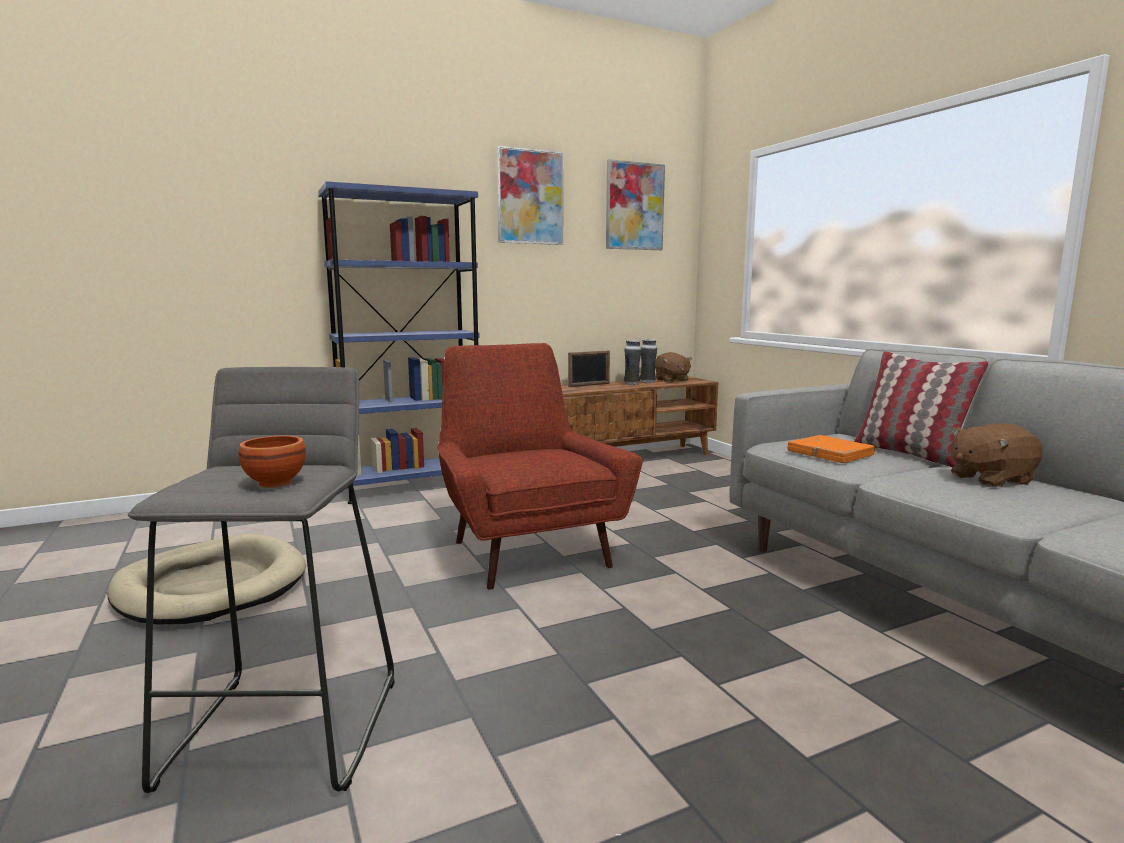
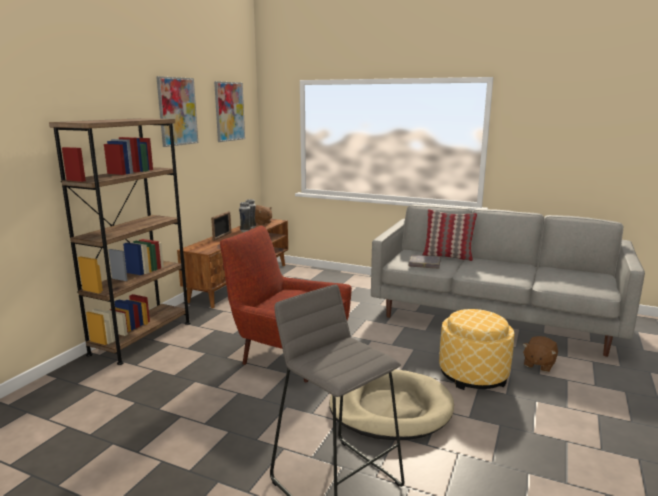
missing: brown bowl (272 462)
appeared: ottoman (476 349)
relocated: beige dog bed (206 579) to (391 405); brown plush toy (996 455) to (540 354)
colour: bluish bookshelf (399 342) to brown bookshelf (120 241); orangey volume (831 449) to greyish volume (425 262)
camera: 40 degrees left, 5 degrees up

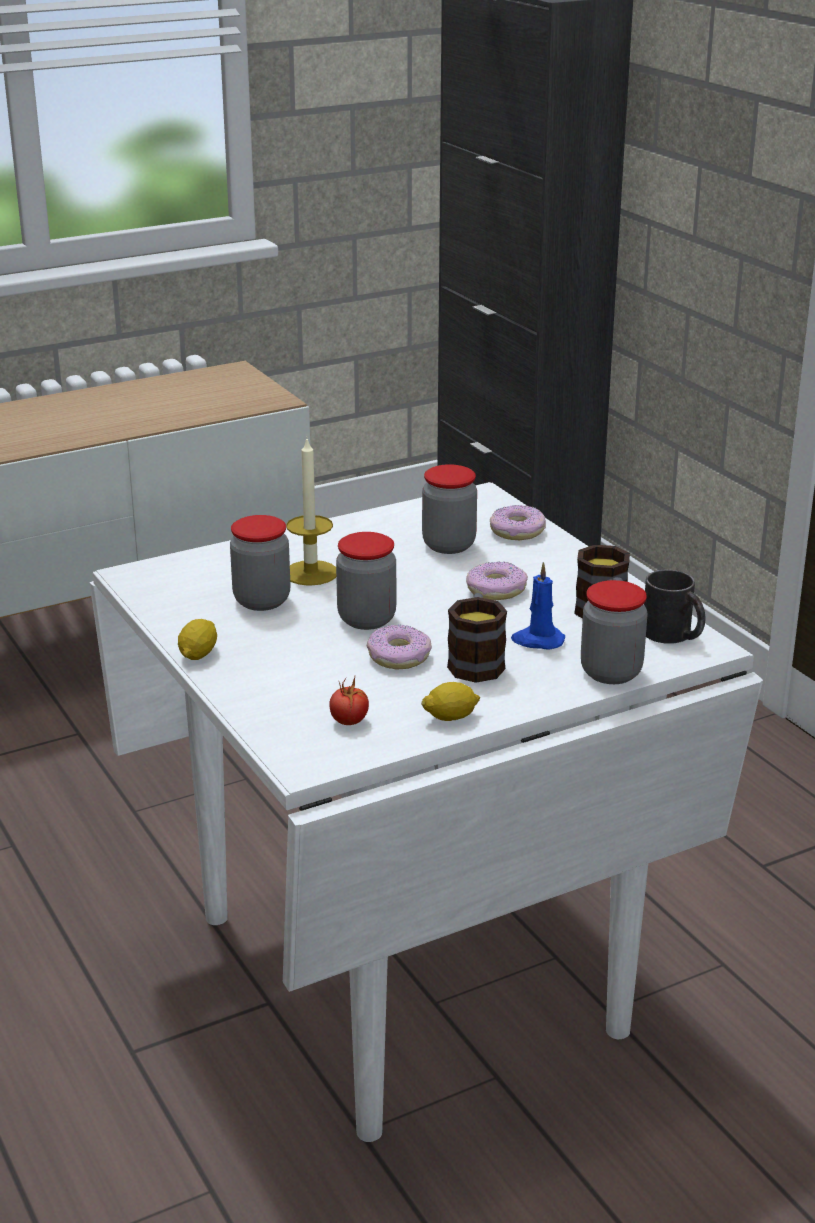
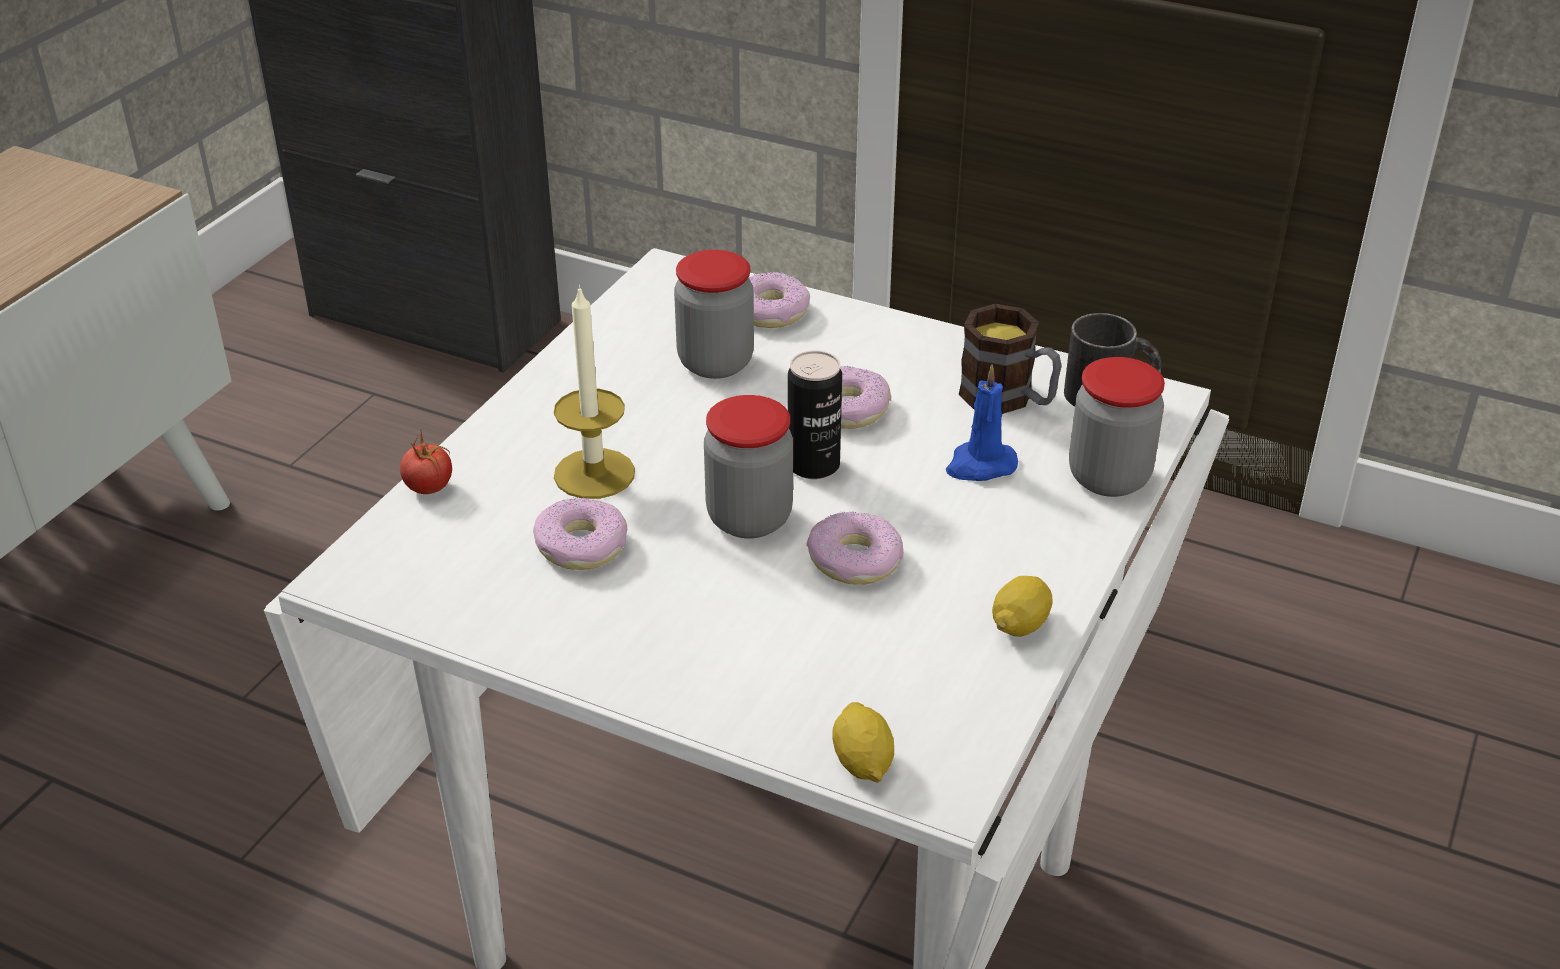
missing: coffee mug (477 638)
appeared: sealed can (815 415)
relocated: whole tomato (349 701) to (426 461); lemon (197 639) to (863 742)
exchanged: preserve jar (260 563) to doughnut (580 533)
camera: 35 degrees left, 10 degrees up

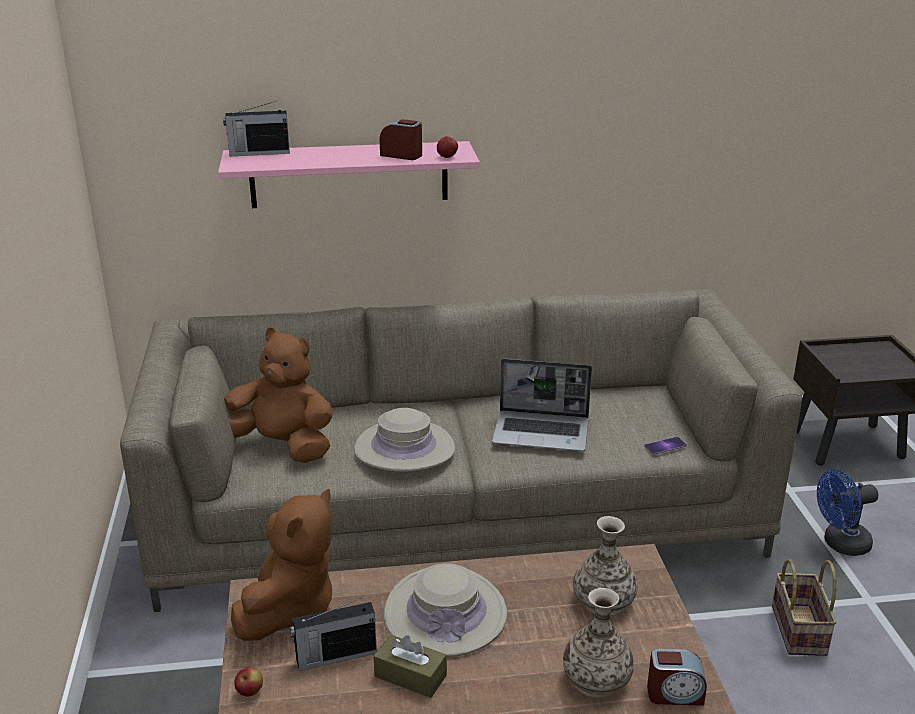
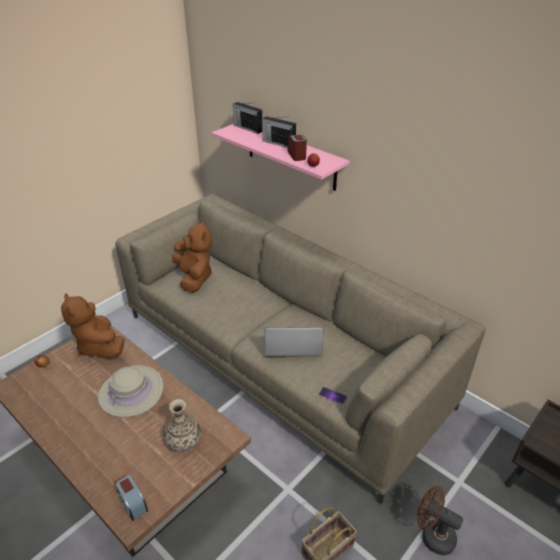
missing: beige hat (404 439); brown tissue holder (410 666); vase (598 643)
relocated: radio (333 634) to (279 132)
colour: bluish electric fan (847 512) to brown electric fan (440 520)
spun: brown plush toy (281 565) = (92 325) 75 degrees clockwise; portable computer (542 405) = (294 342) 120 degrees clockwise
camera: 50 degrees right, 10 degrees up

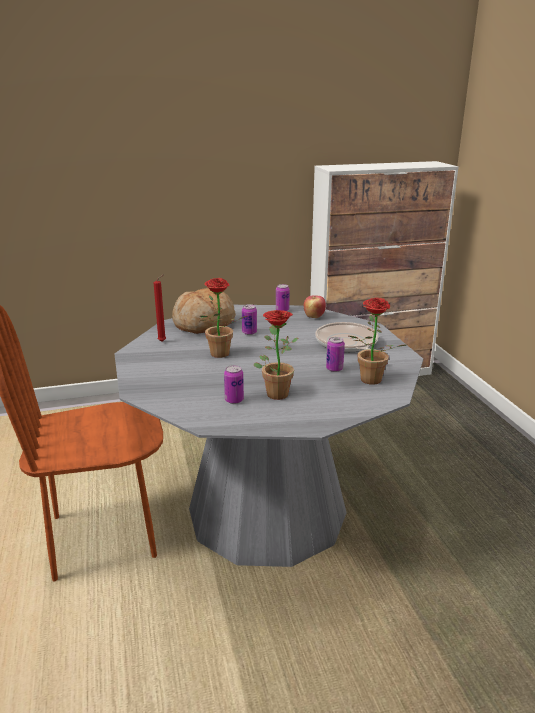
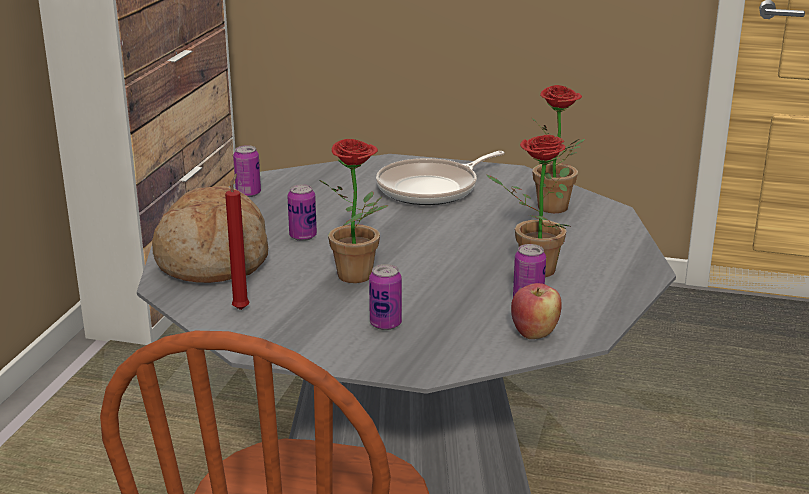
relocated: sealed can (335 354) to (385 297); apple (315 306) to (536 311)
spun: pan (346 337) = (440 178) 45 degrees counterclockwise
camera: 60 degrees left, 0 degrees up

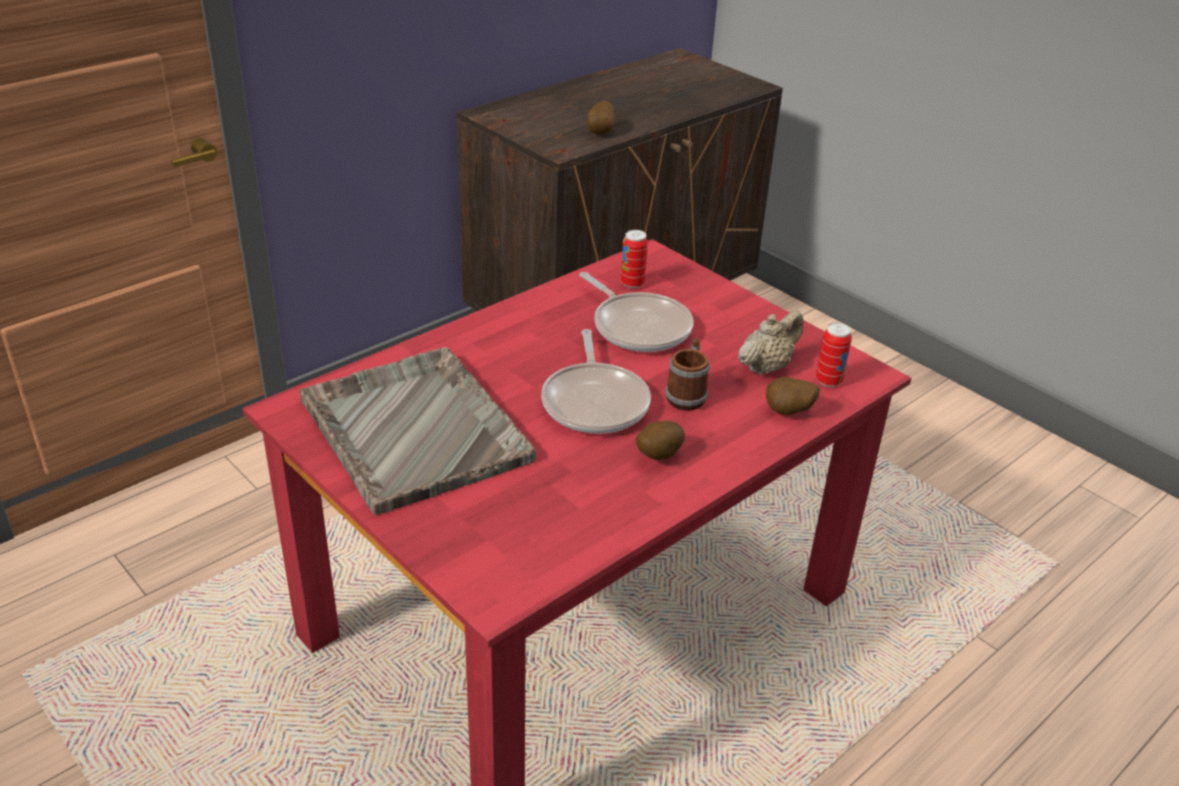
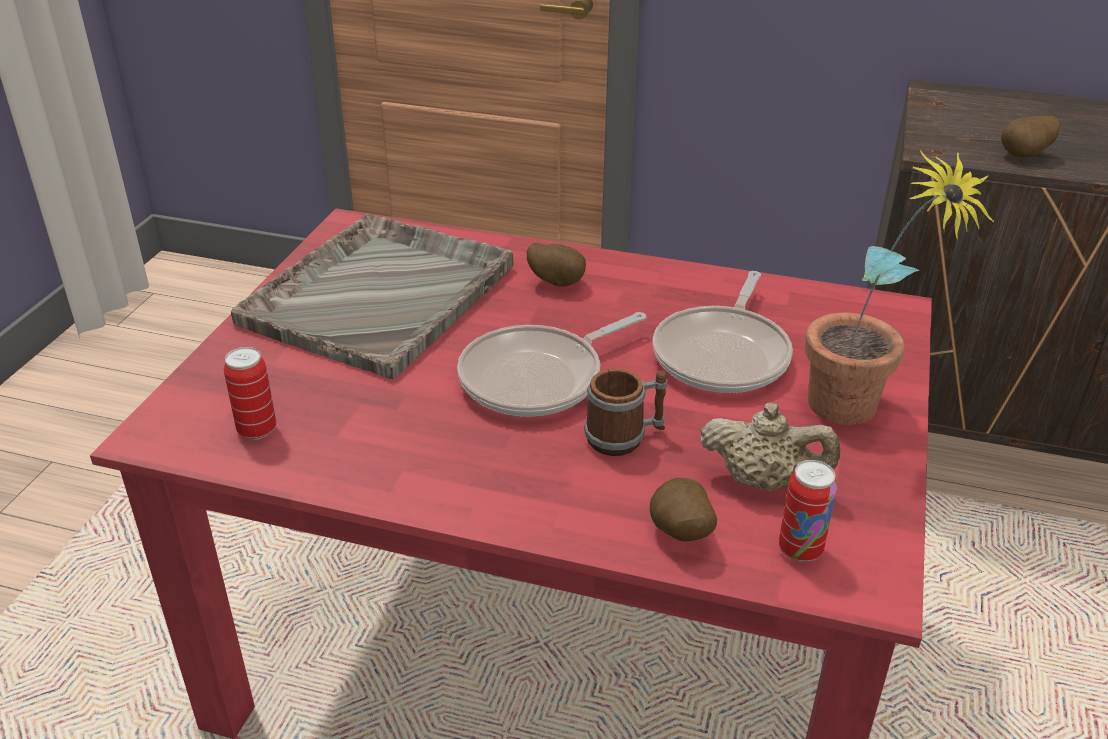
appeared: houseplant (899 287)
relocated: sealed can (634 259) to (250 393); potato (660 440) to (556 265)
camera: 60 degrees right, 0 degrees up

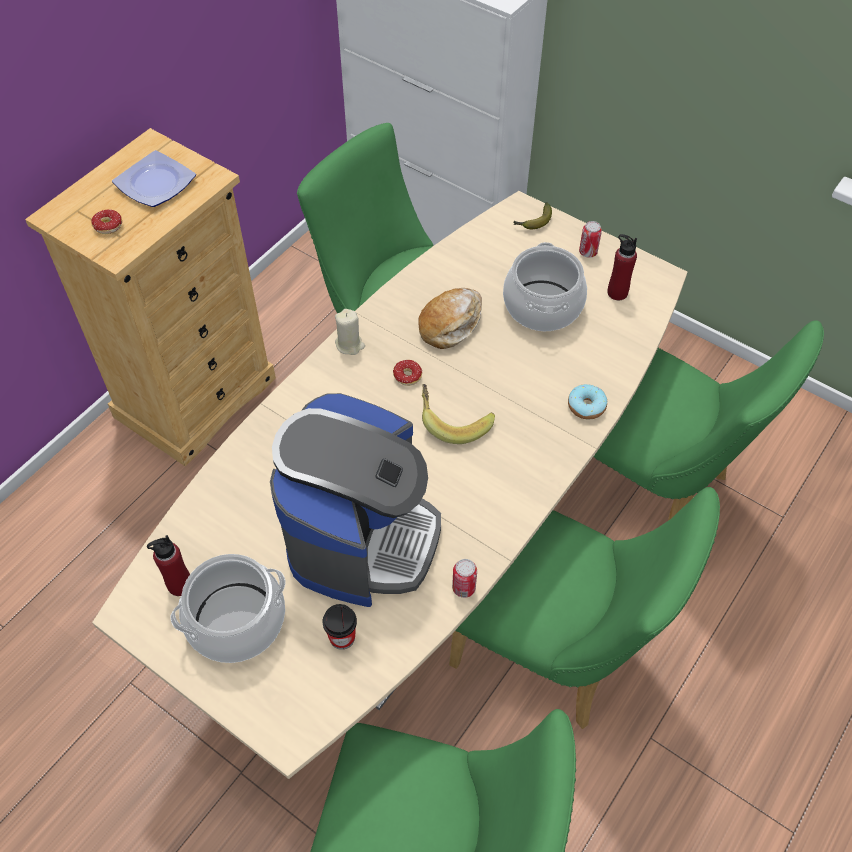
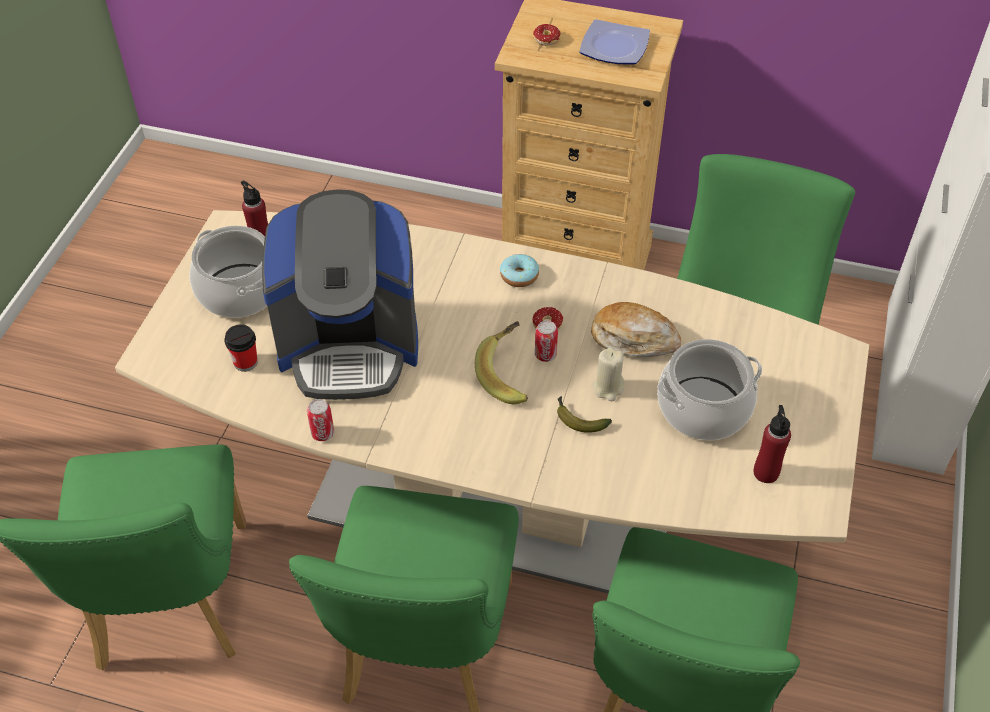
relocated: doughnut (587 401) to (519 270); sealed can (590 239) to (546 341); whole banana (532 215) to (584 414); beige wax light (350 332) to (608 374)
camera: 70 degrees right, 5 degrees down

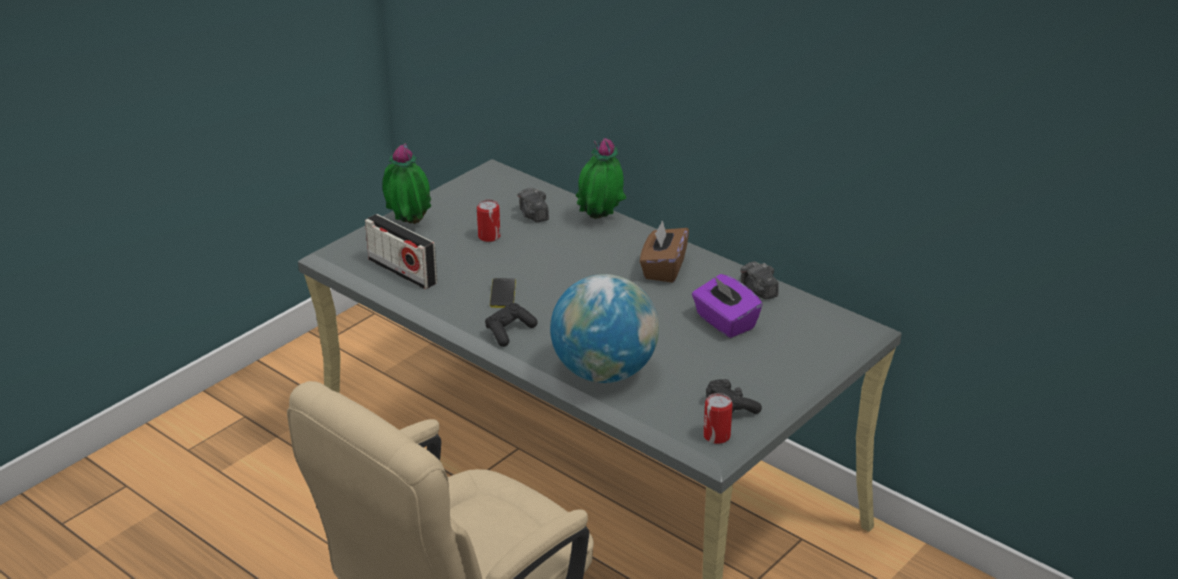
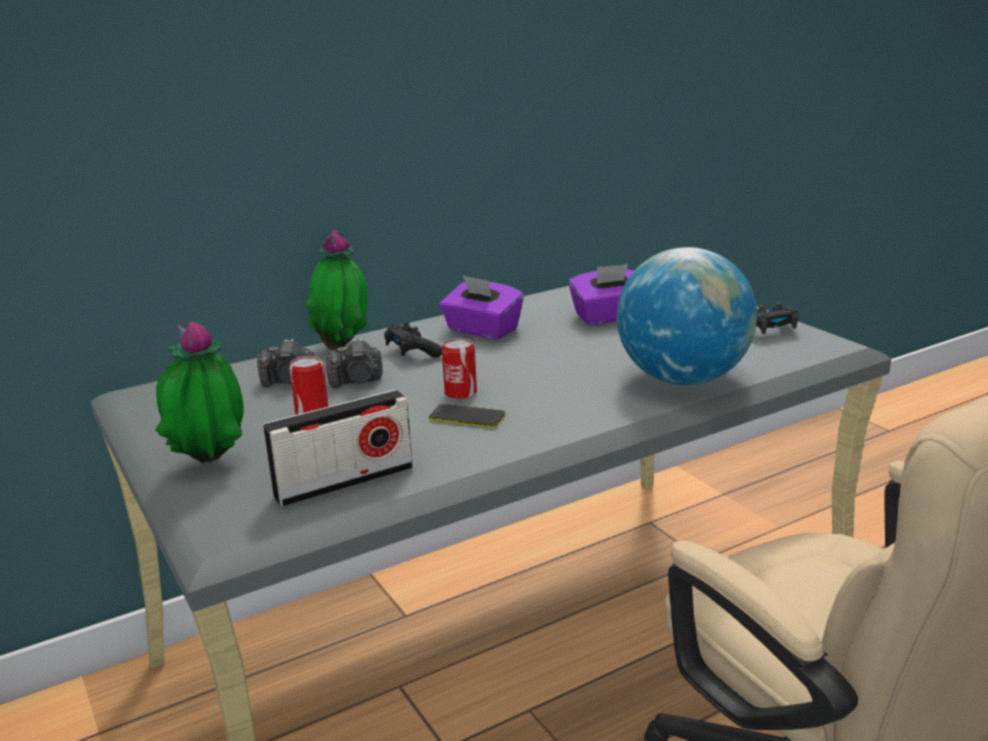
relocated: photo camera (759 280) to (354 363); black gamepad (511 325) to (413 339); sealed can (718 418) to (459 368)
colour: brown tissue holder (664 251) to purplish tissue holder (482 307)
camera: 70 degrees left, 10 degrees down

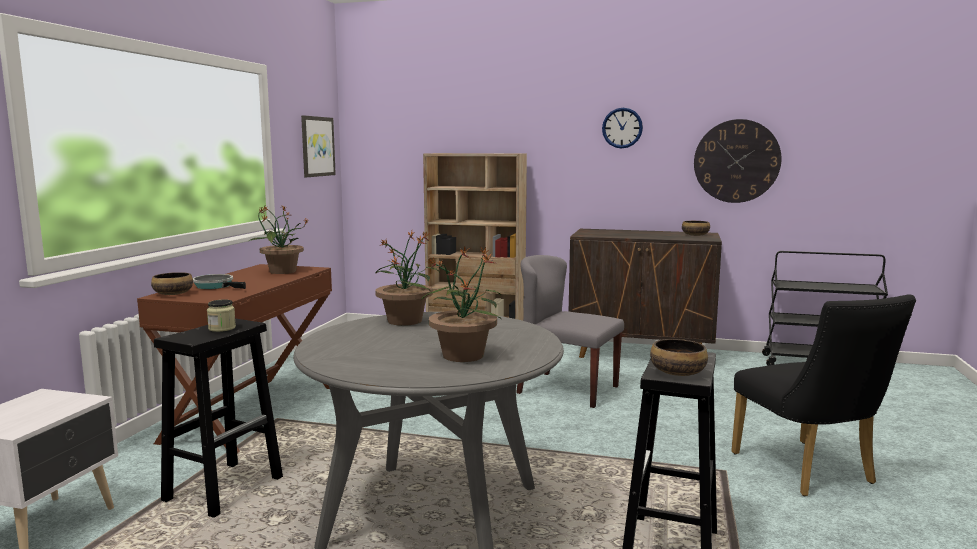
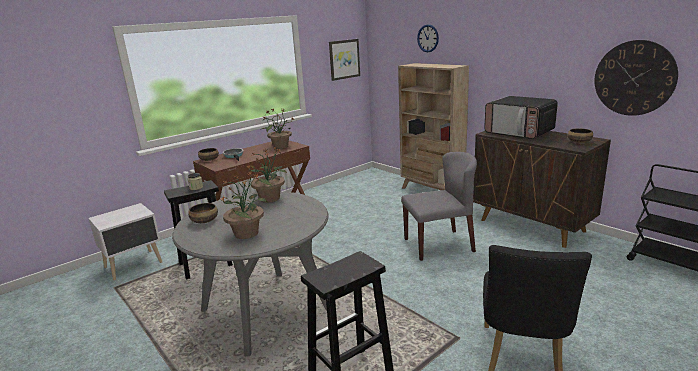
appeared: microwave (521 117)
relocated: bowl (679 357) to (203 213); hanging clock (622 128) to (428 38)
spun: greyish plain chair (570 331) = (439 206) 105 degrees clockwise
camera: 35 degrees right, 10 degrees up

